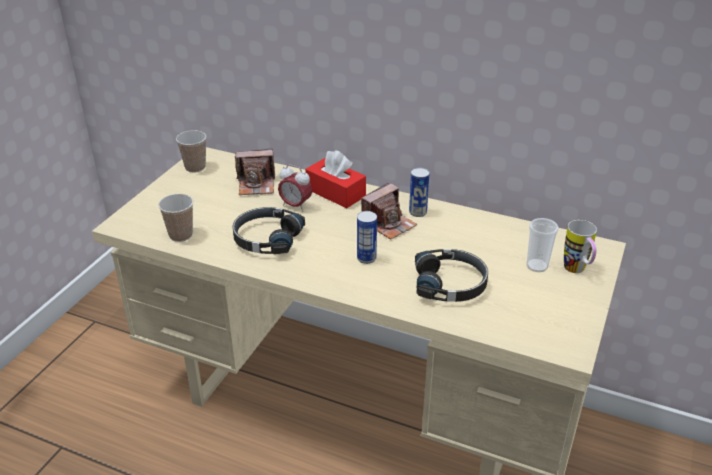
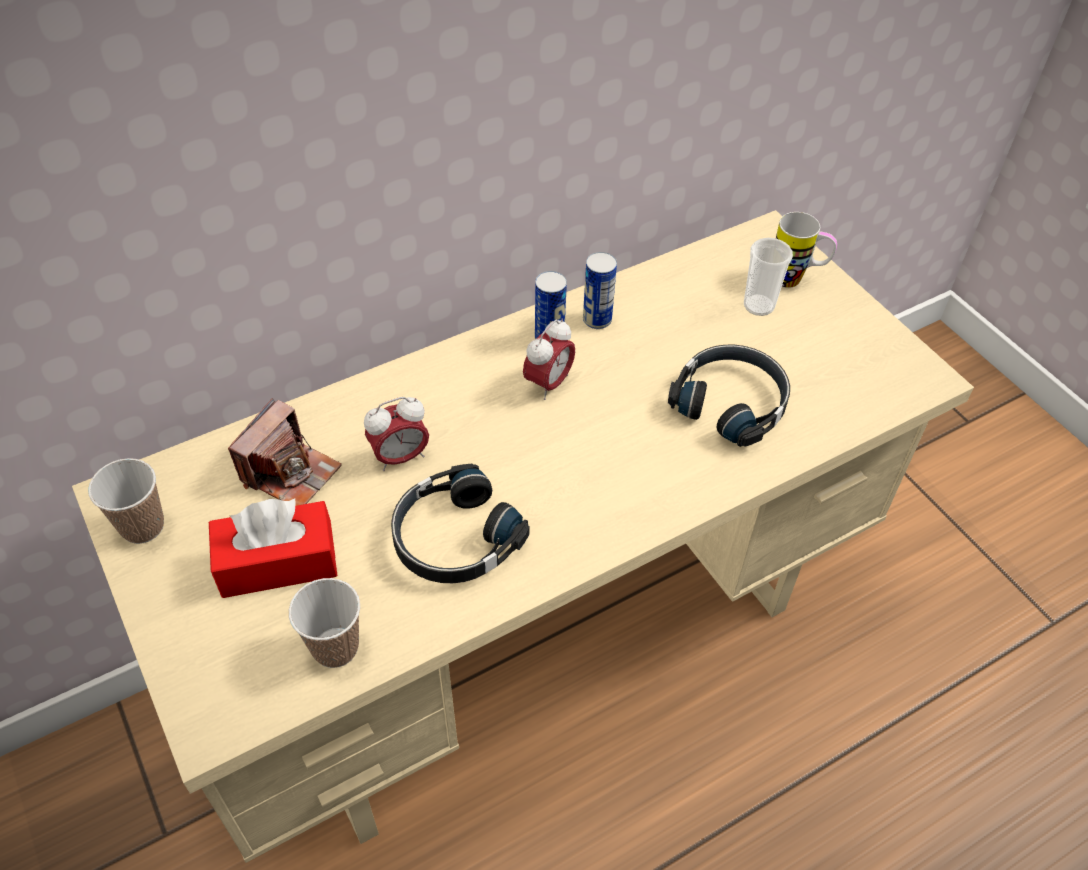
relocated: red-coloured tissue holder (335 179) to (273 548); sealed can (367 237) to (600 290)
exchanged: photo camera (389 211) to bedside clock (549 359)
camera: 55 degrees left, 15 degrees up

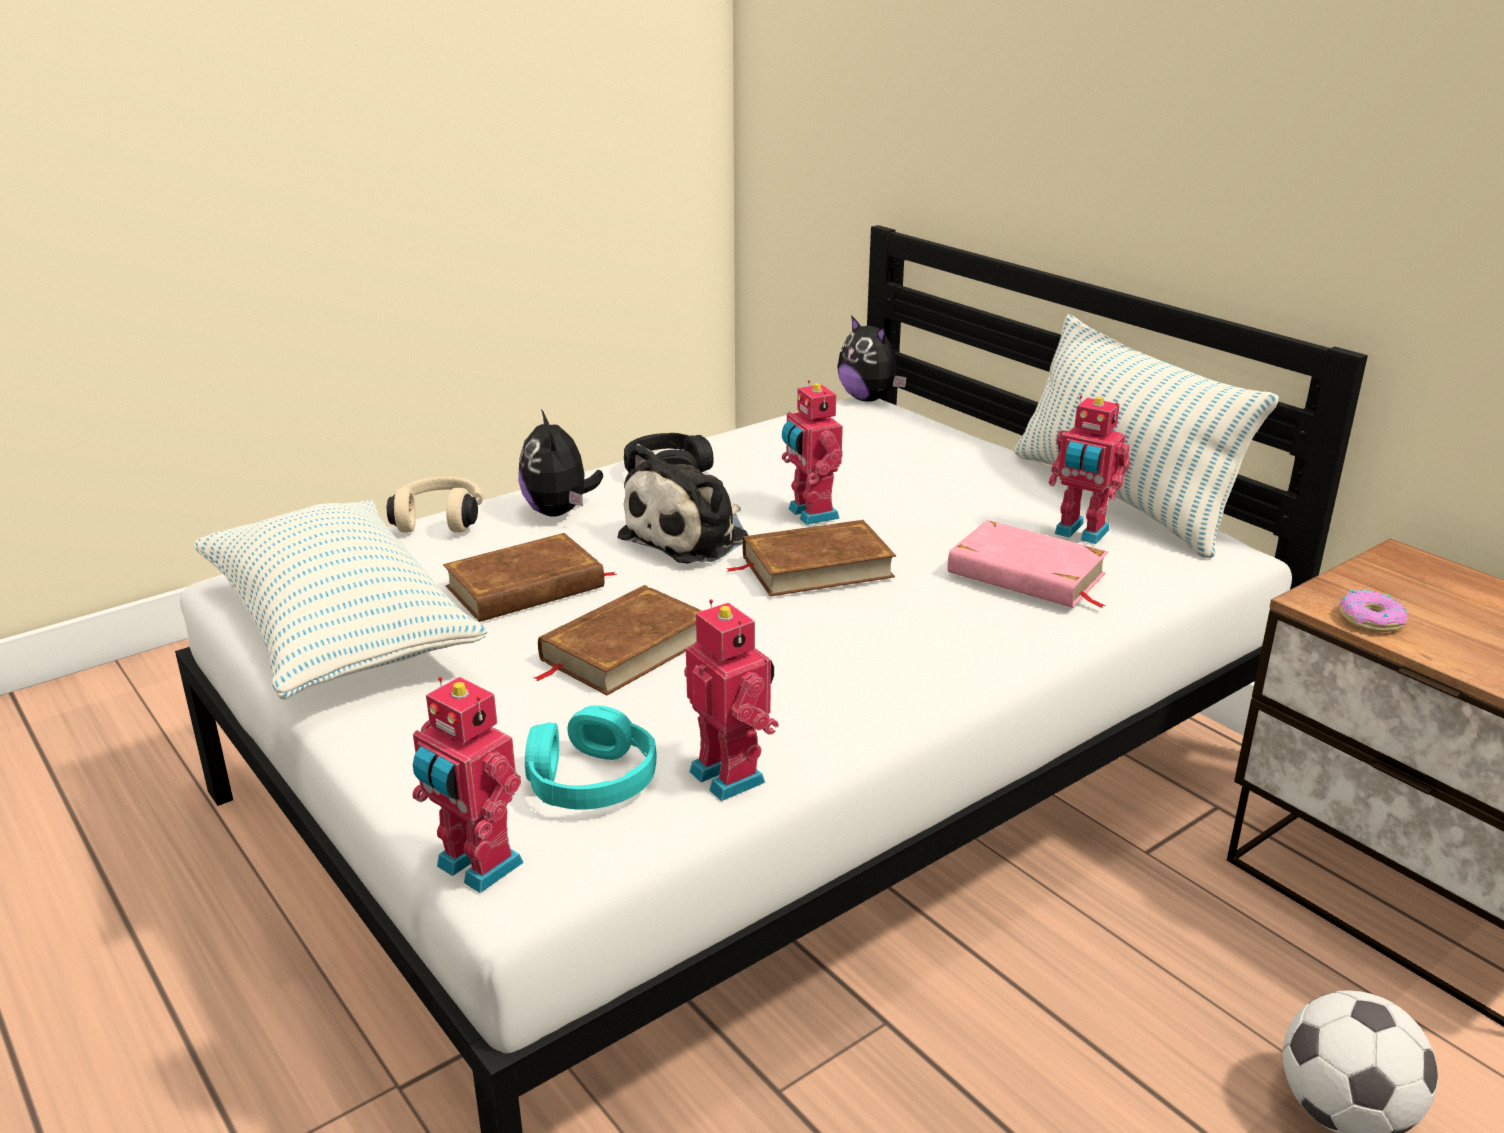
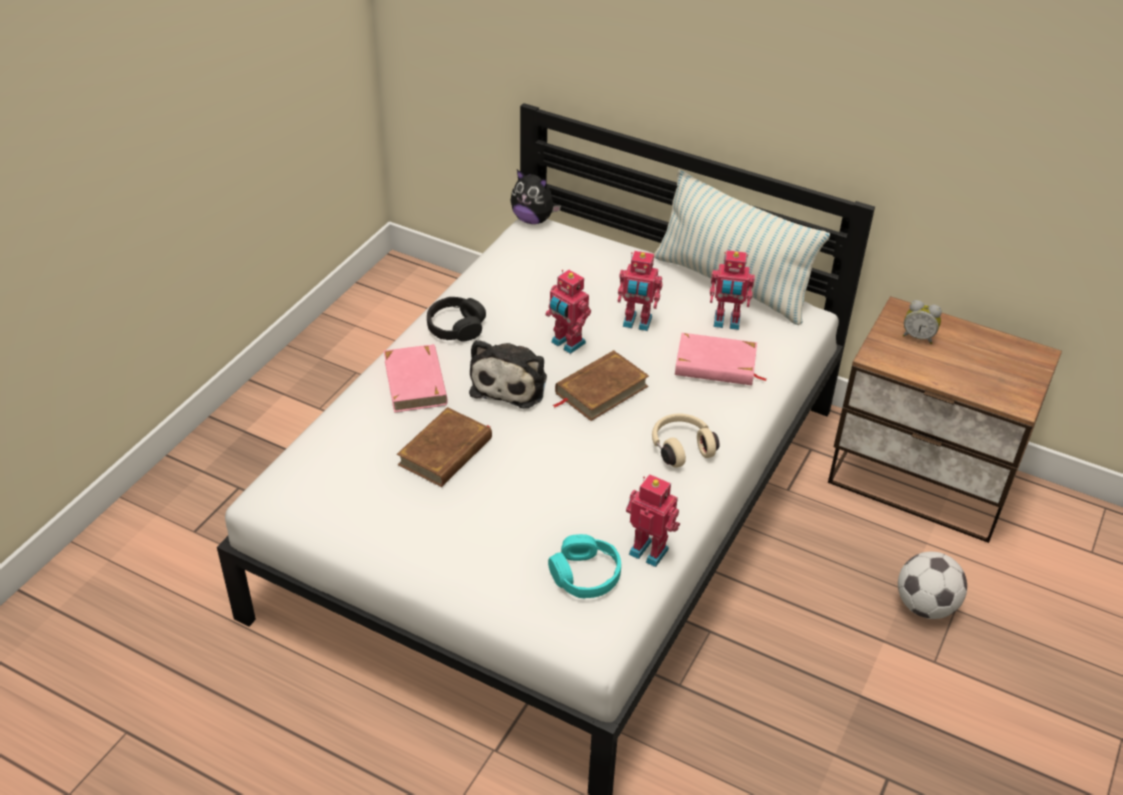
missing: cushion (340 600); brown volume (618 640); doughnut (1373 611)
appeared: bedside clock (922 322)
relocated: model robot (468 785) to (640 291); beige pair of headphones (435 505) to (686 441)
exchanged: plush toy (560 462) to pink volume (416 378)
camera: 25 degrees left, 15 degrees up

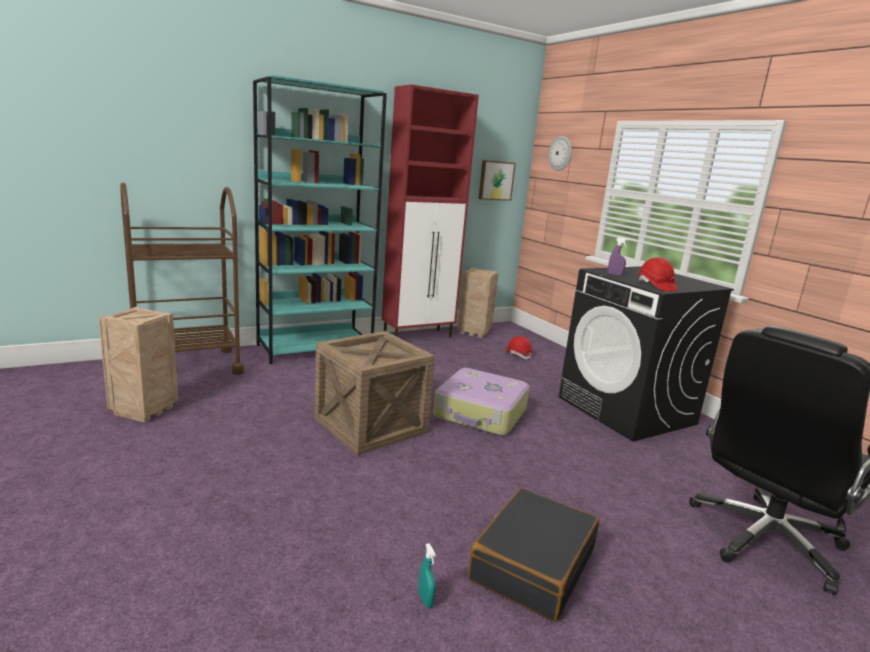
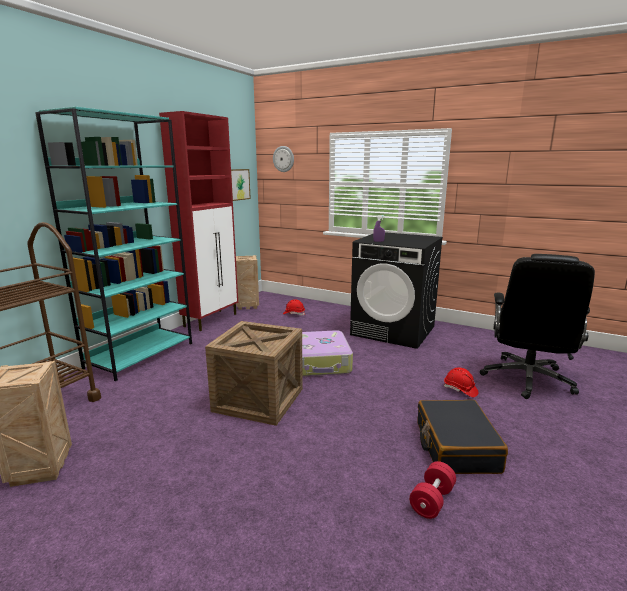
relocated: red-coloured safety helmet (657 274) to (461 382)
exchanged: blue-green sprayer (427 575) to red-coloured hand weight (432 490)
camera: 30 degrees left, 0 degrees up

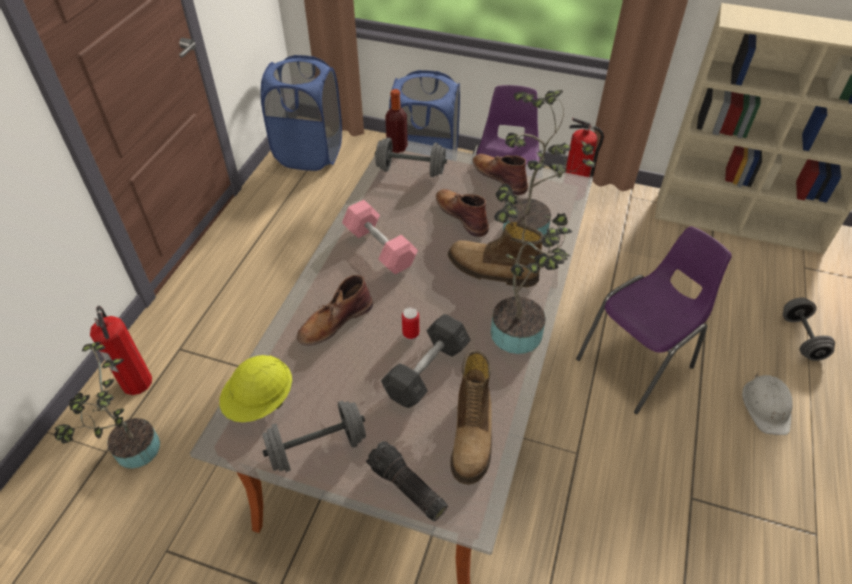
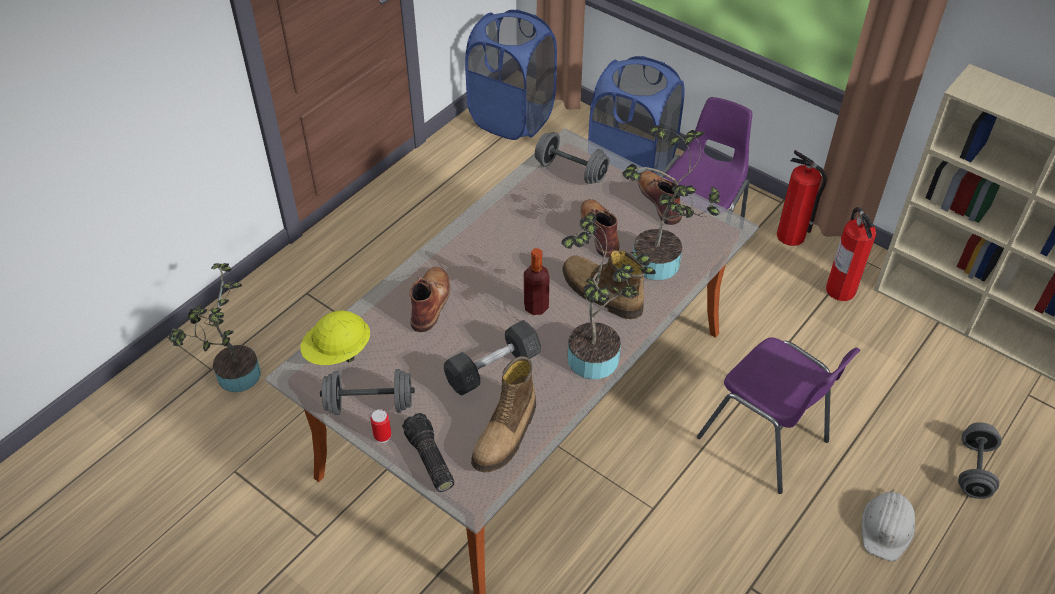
missing: pink hand weight (380 237)
relocated: sealed can (410 323) to (381 426); bottle (396 121) to (536 281); fire-fighting cylinder (121 350) to (851 254)
spun: brown tall boot (335 310) = (430 299) 120 degrees clockwise; purplish plain chair (654 320) = (779 415) 60 degrees clockwise
camera: 20 degrees right, 0 degrees up

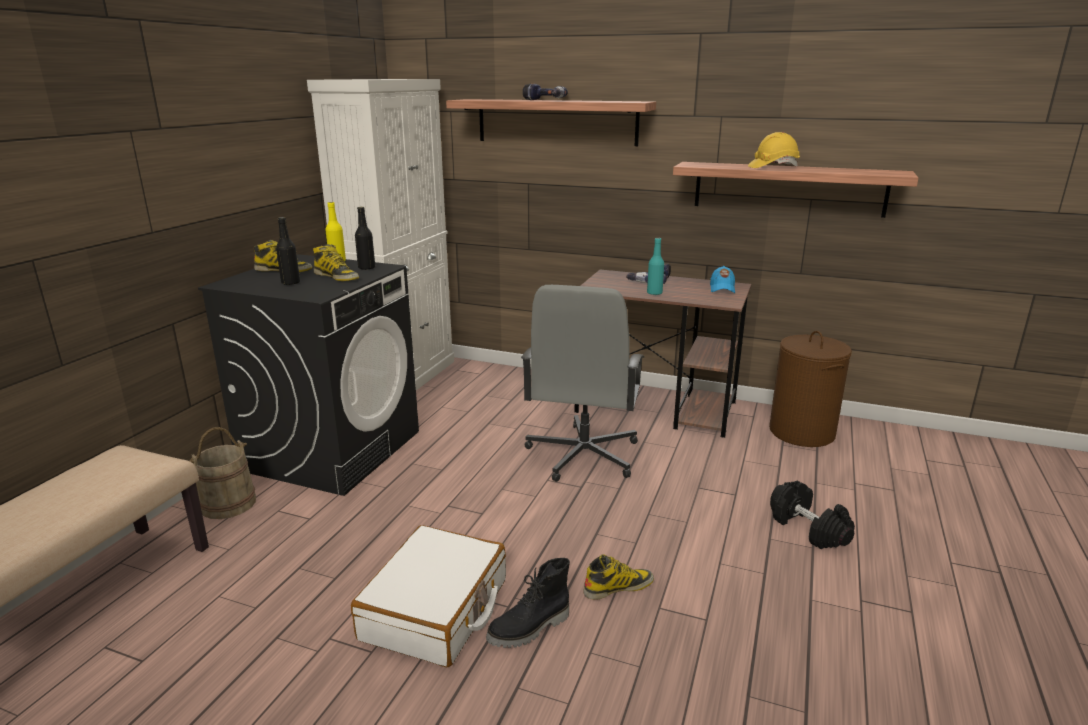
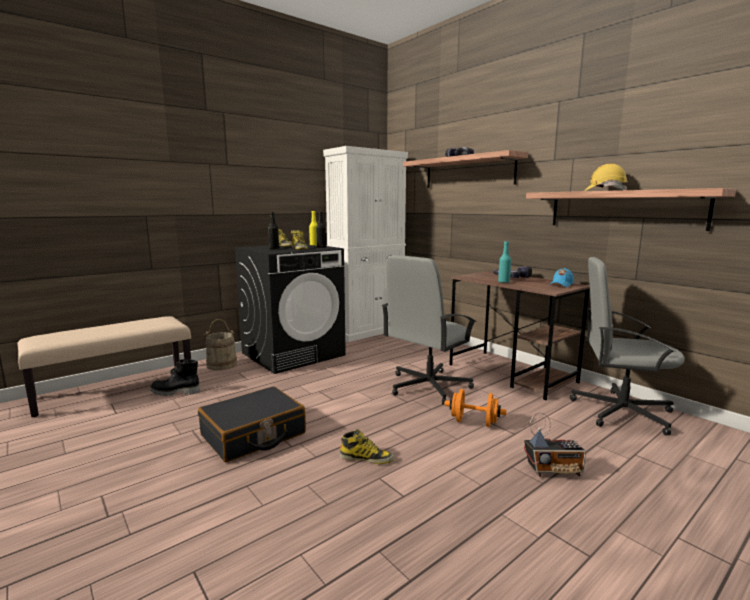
appeared: orangey hand weight (475 408)
relocated: black tall boot (528 603) to (175 377)
exchanged: black hand weight (812 515) to radio (555 445); brown washing basket (810 389) to greyish office chair (627 346)
colour: white suitcase (428 596) to black suitcase (252 424)
camera: 30 degrees right, 10 degrees down

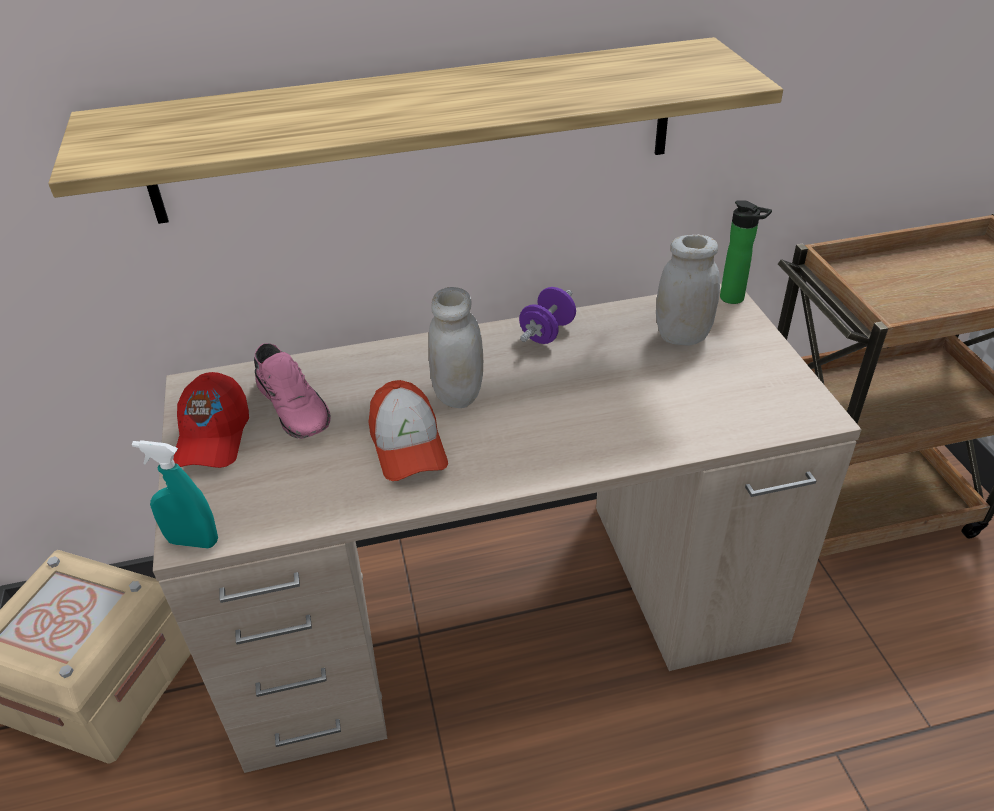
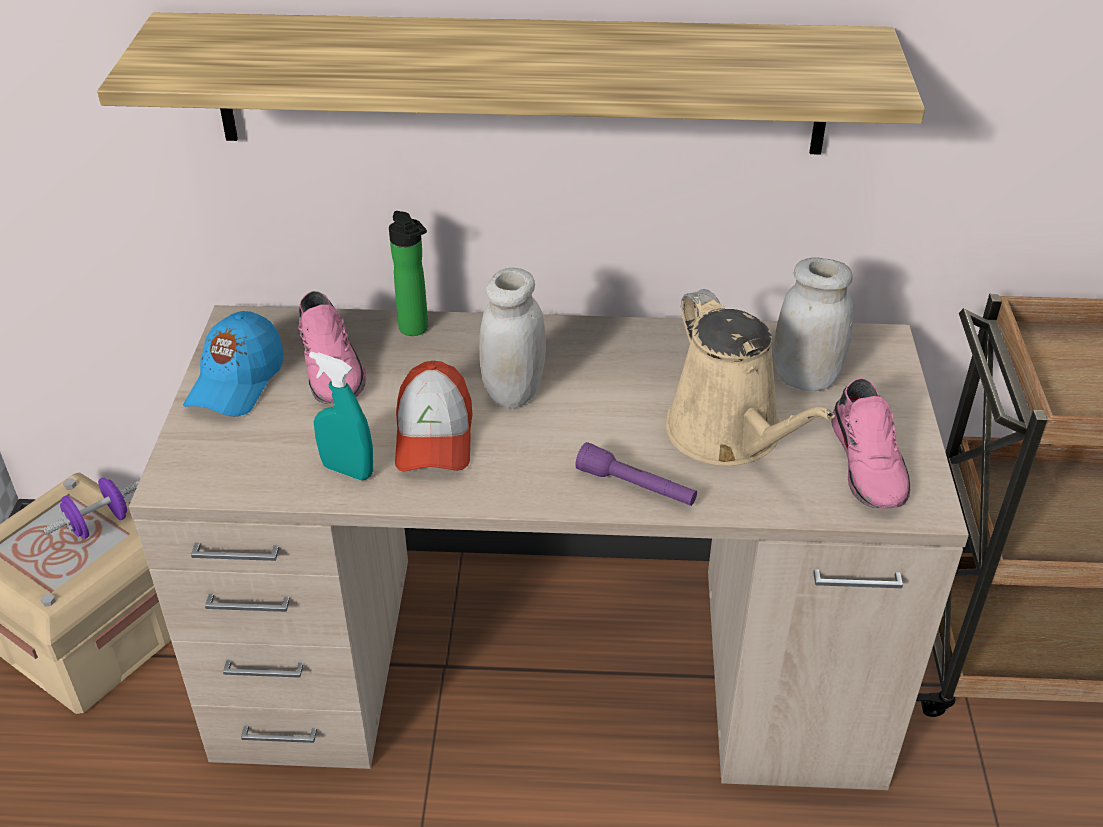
appeared: purplish torch (636 474); beige watering pot (750 377); pink item of footwear (870 443)
relocated: purplish hand weight (547 315) to (91 508); blue-green sprayer (175 494) to (341 416); bottle (746 252) to (408 273)
colour: red-coloured baseball cap (211 420) to bluish baseball cap (233 364)
camera: 15 degrees right, 0 degrees up

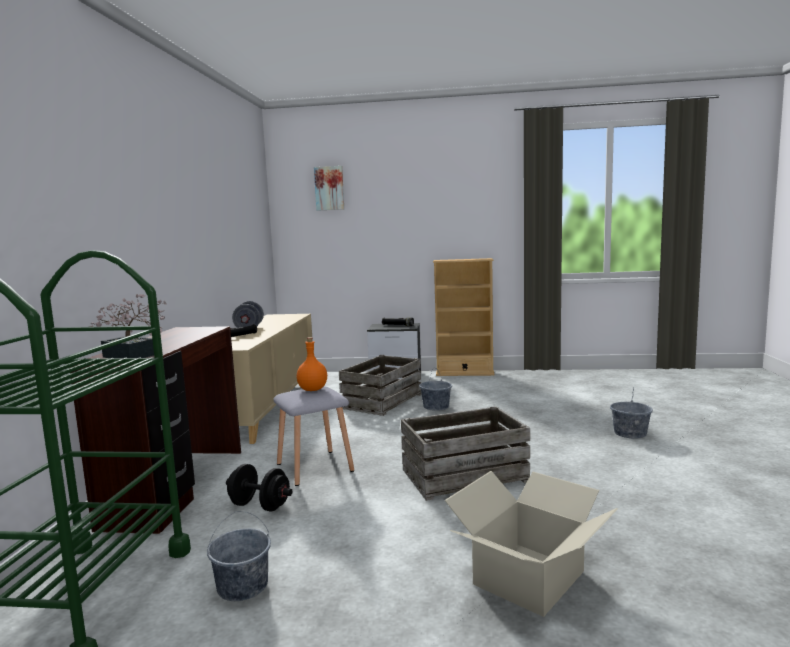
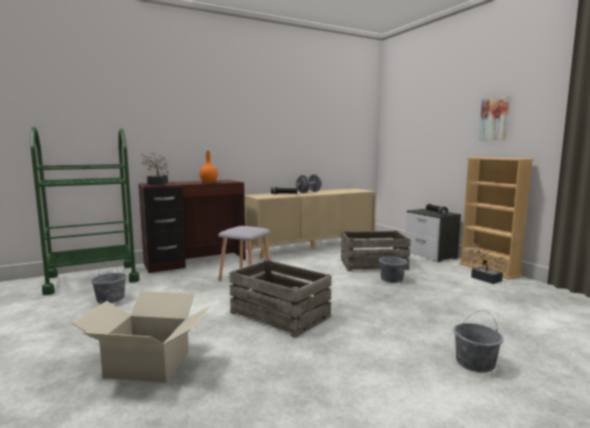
missing: black hand weight (259 488)
appeared: houseplant (487 263)
relocated: orangey bottle (312 364) to (209 167); picture (329 188) to (494 118)
camera: 55 degrees right, 0 degrees up

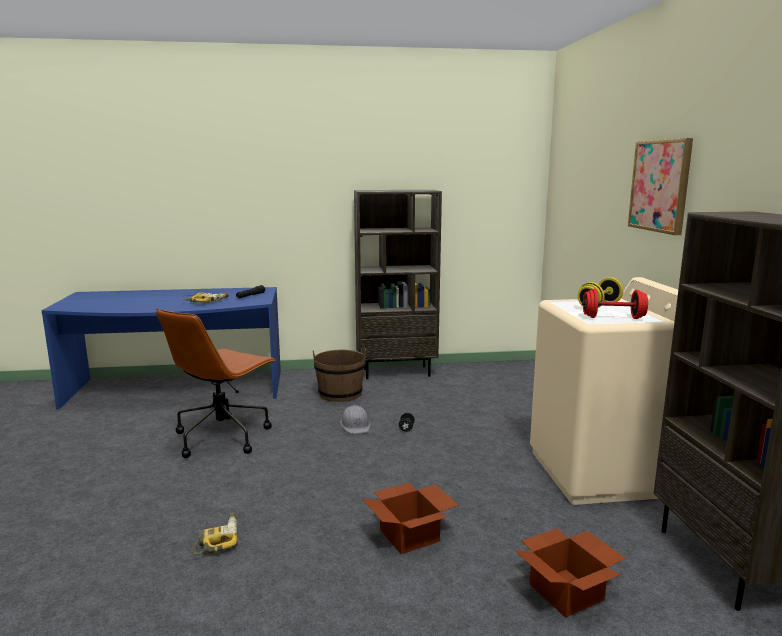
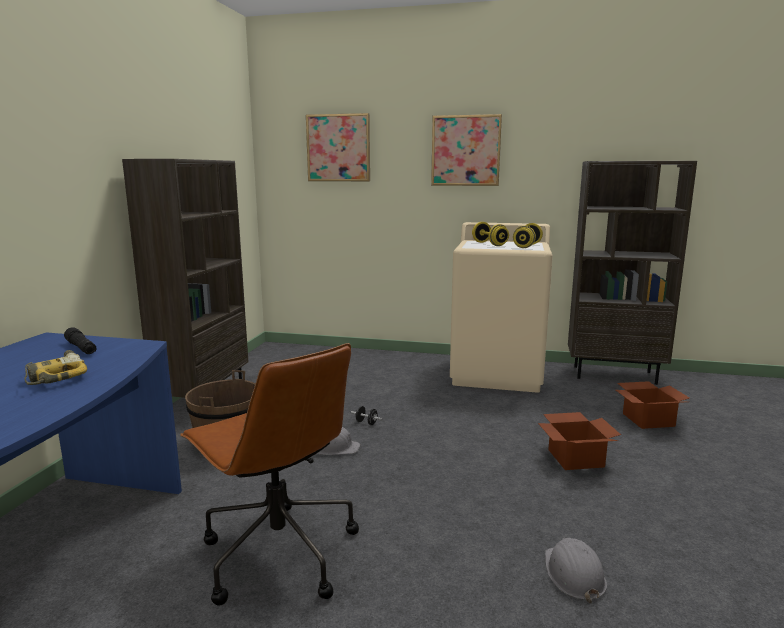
appeared: picture (338 147)
exchanged: drill (215 534) to greyish safety helmet (576 570)
colour: red-coloured hand weight (615 304) to yellow hand weight (528 235)
camera: 70 degrees left, 0 degrees up

